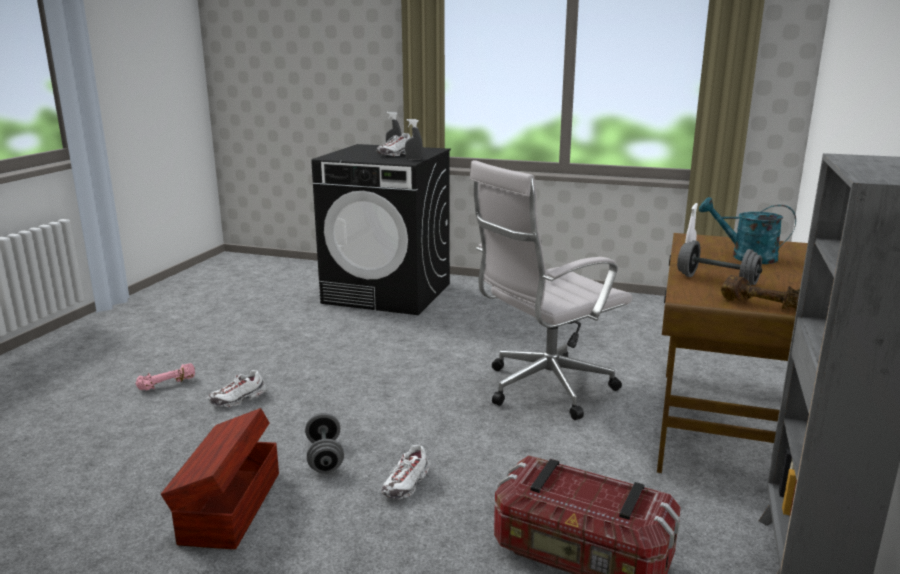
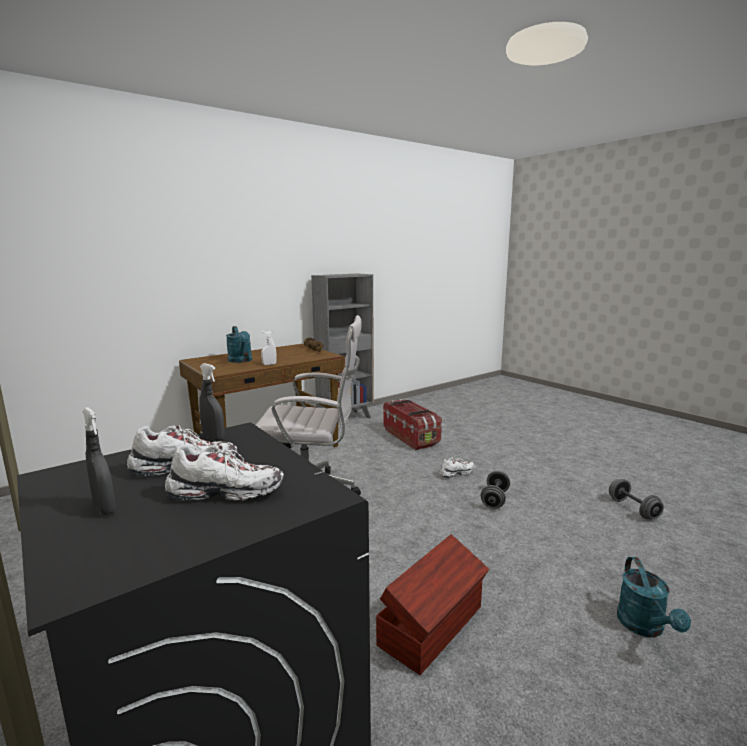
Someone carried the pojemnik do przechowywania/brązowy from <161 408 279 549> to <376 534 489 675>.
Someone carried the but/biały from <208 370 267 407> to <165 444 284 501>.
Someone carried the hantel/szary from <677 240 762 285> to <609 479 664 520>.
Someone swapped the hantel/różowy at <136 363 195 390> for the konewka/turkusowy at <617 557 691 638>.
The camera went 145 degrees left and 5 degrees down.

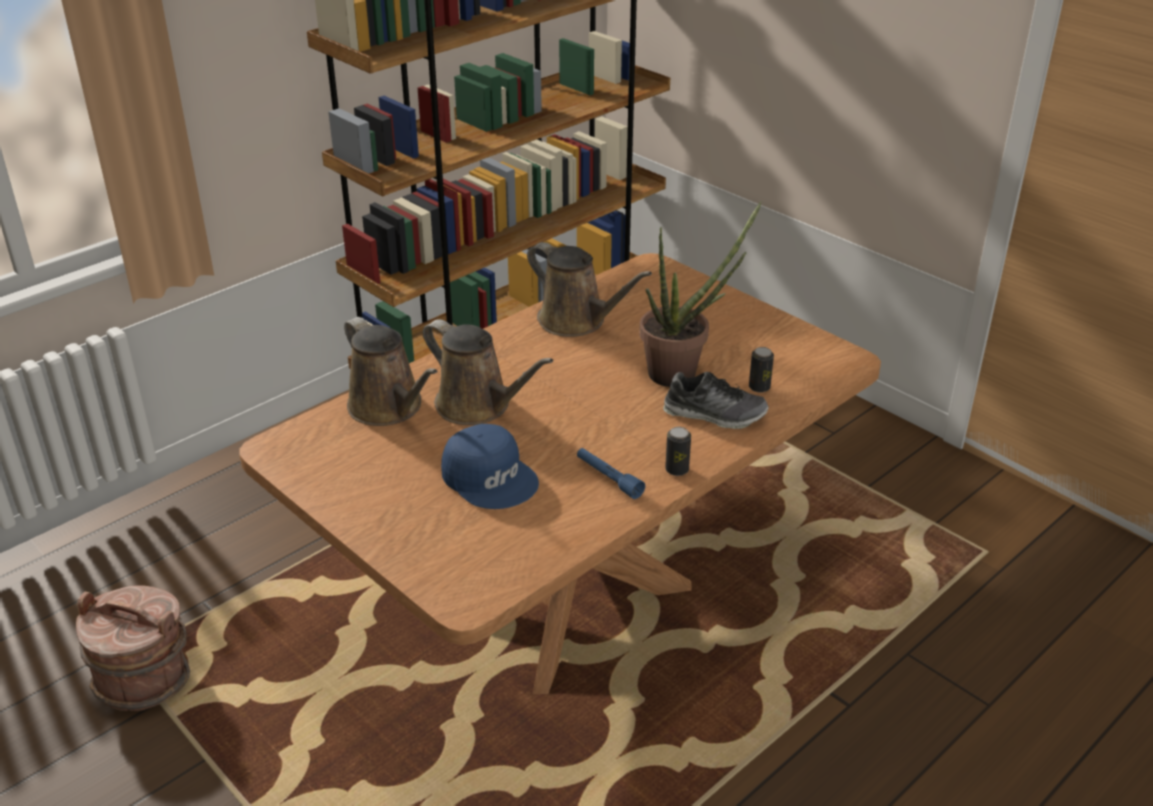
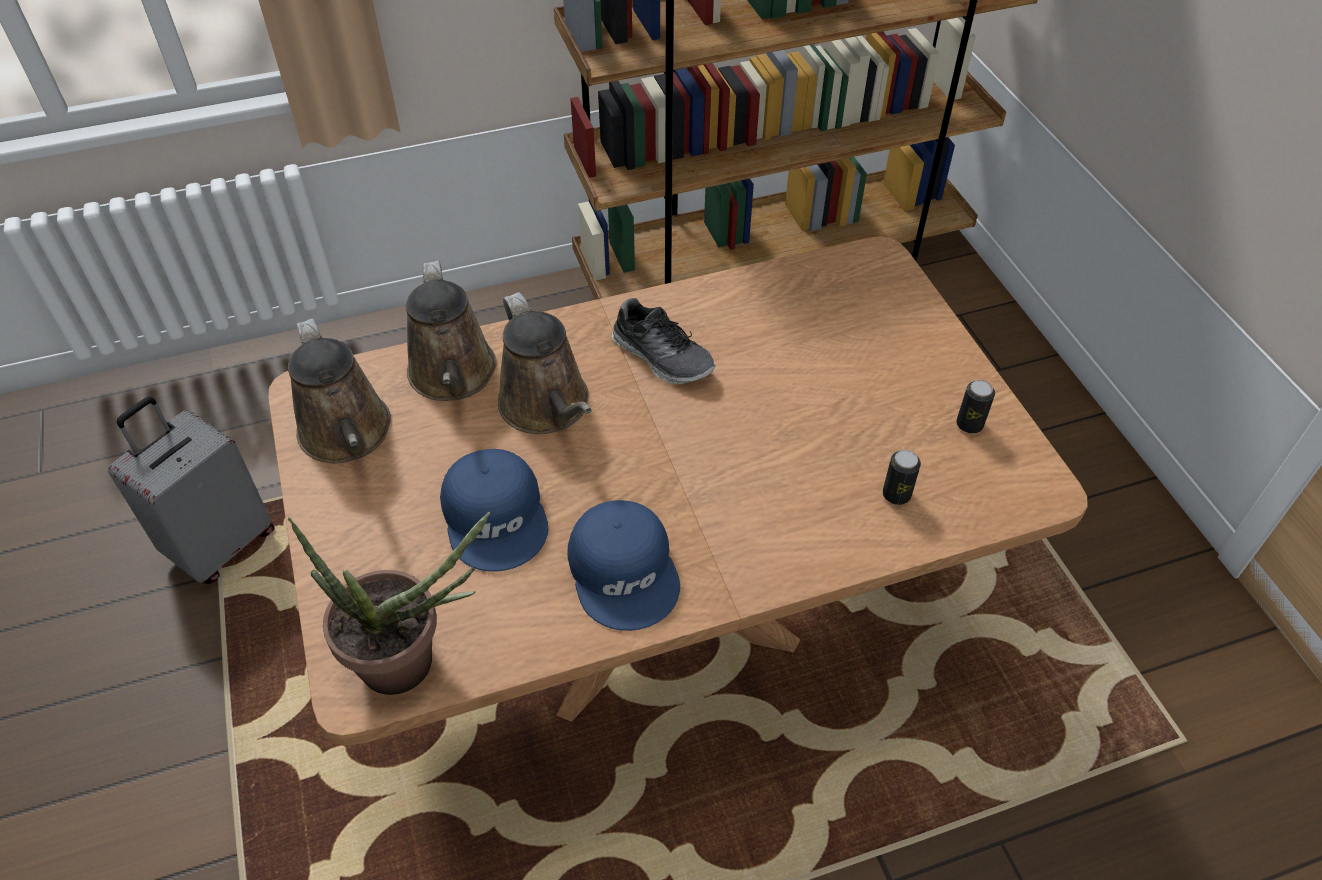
Someone carried the konewka/brązowy from <527 242 652 337> to <288 318 391 463>.
Someone carried the roślina doniczkowa from <639 201 762 387> to <288 512 490 695>.
Someone carried the but from <663 372 769 429> to <611 298 716 384>.
Someone carried the puszka from <665 427 691 476> to <956 380 995 433>.
Someone swapped the wiadro/brązowy at <76 586 190 711> for the walizka/szary at <108 396 275 584>.
Someone swapped the latarka/niebieski at <577 448 645 499> for the czapka z daszkiem/niebieski at <568 500 680 631>.
The camera went 25 degrees right and 15 degrees up.

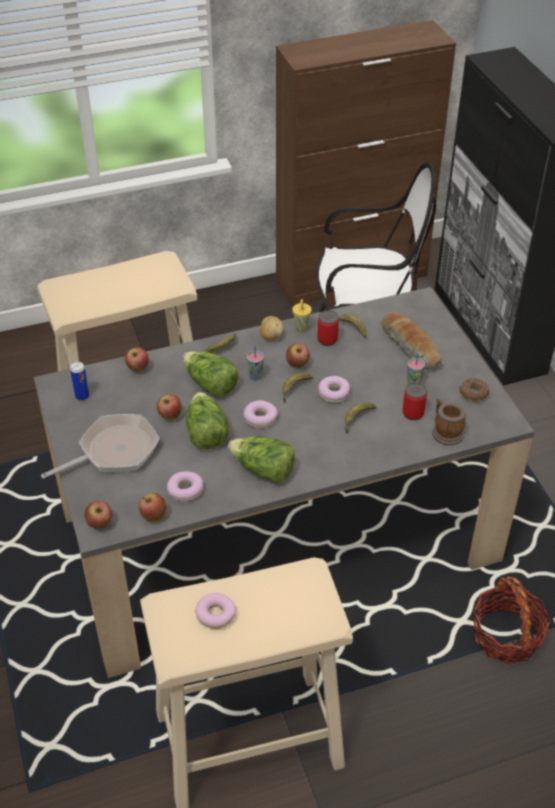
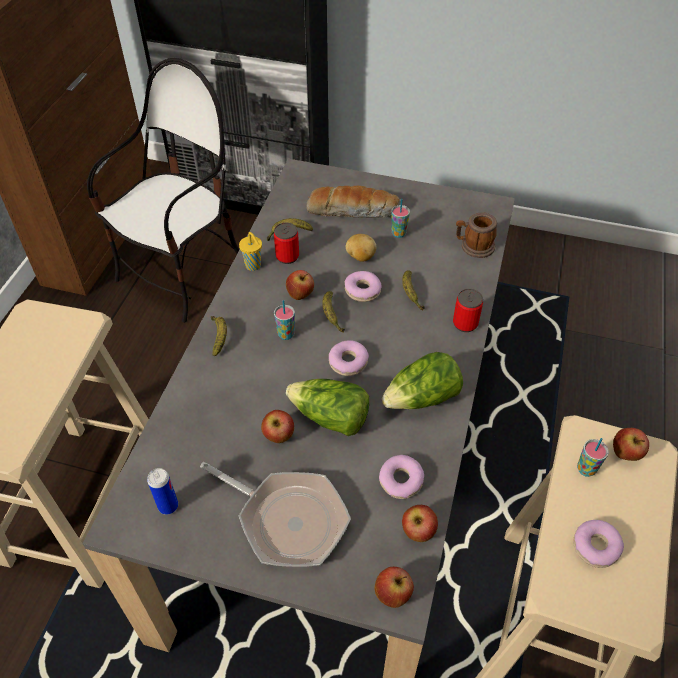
Someone took away the sałata at <183 351 239 397>.
Someone took away the donut at <460 378 490 402>.
Someone took away the koszyk at <472 576 551 664>.
Someone put down the filiżanka at <577 438 609 477>.
Someone carried the jabłko from <125 347 149 372> to <613 428 649 461>.
Someone carried the ziemniak from <260 316 283 340> to <346 234 377 262>.
Someone carried the puszka from <402 383 427 420> to <453 289 483 332>.
Someone rotated the patelnia at <41 414 160 479> by 120 degrees clockwise.
The camera went 55 degrees left and 5 degrees up.

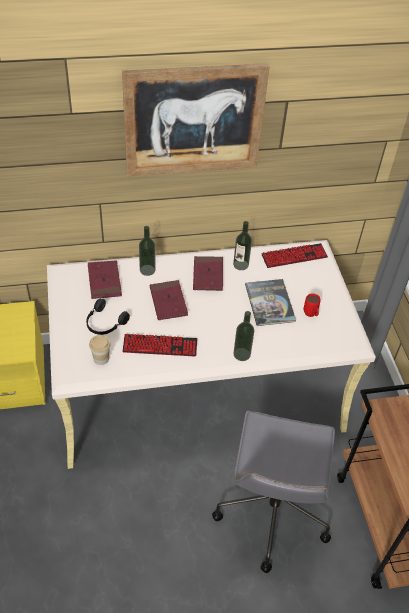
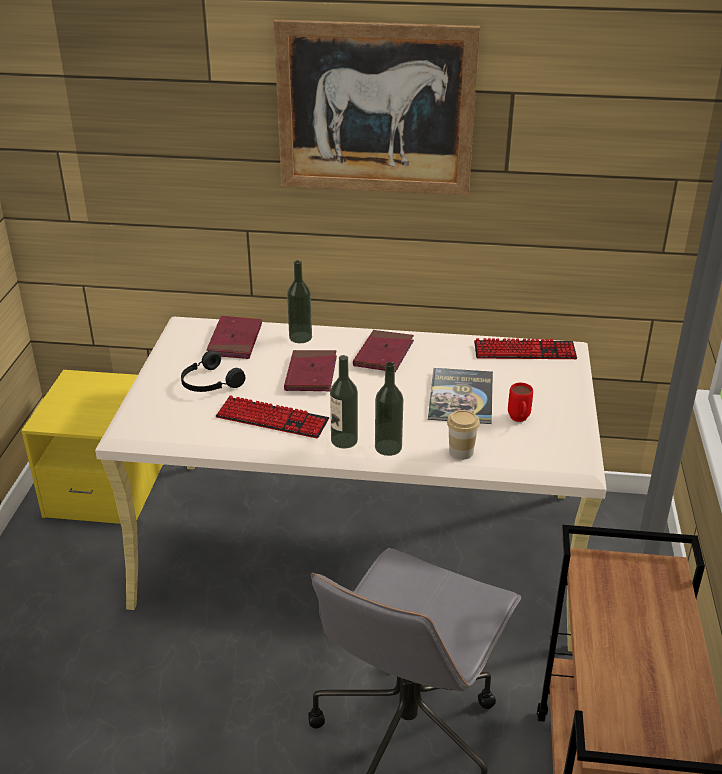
Someone carried the filiżanka from <89 335 111 365> to <447 410 480 460>.
Someone carried the butelka from <233 221 252 270> to <330 355 358 448>.
The camera went 20 degrees right and 15 degrees down.

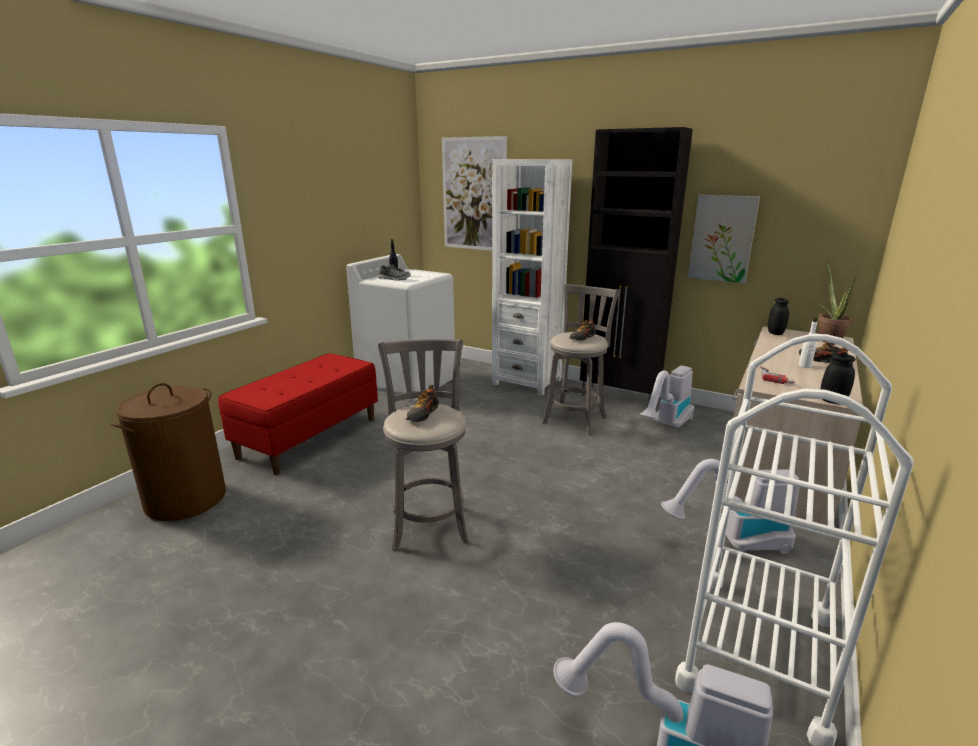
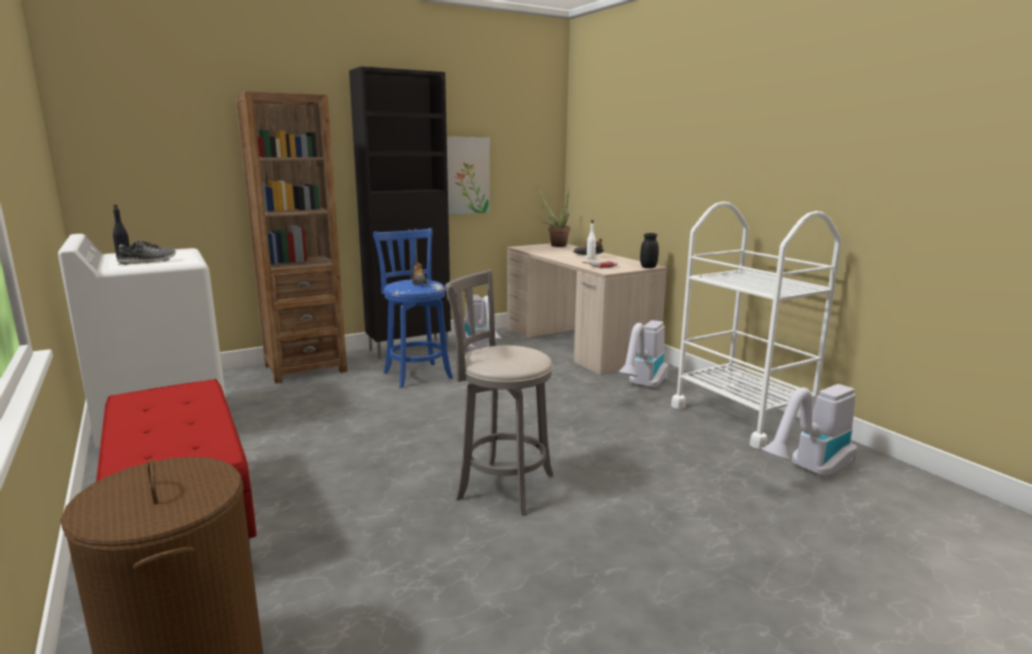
Someone took away the but at <406 385 439 422>.
Someone took away the obraz at <442 136 507 251>.
Someone took away the słoik/czarny at <768 298 789 335>.
Someone repainted the regał/biały at <492 159 572 395>, which became the regał/brązowy at <236 91 347 384>.
Someone repainted the stołek/szary at <542 284 620 435>, which became the stołek/niebieski at <373 228 453 388>.
The camera went 60 degrees left and 5 degrees down.

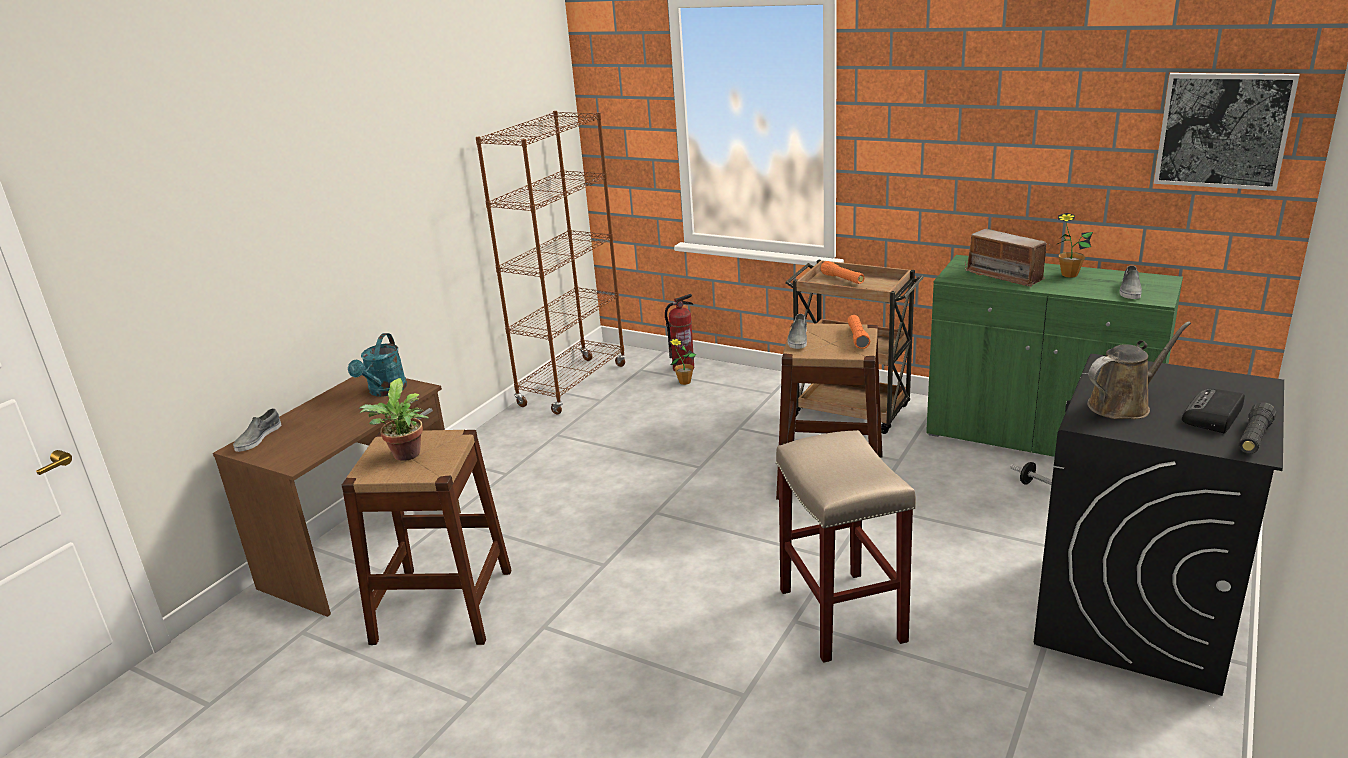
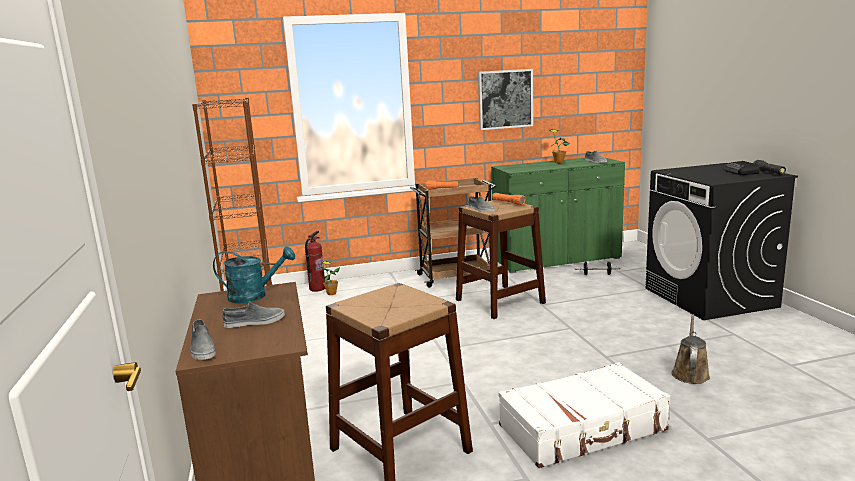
Someone took away the roślina doniczkowa at <359 378 429 461>.
Someone took away the stołek/beżowy at <776 430 916 663>.
Someone took away the radio at <965 229 1050 287>.
Someone put down the but/szary at <222 301 285 328>.
Someone put down the walizka/biały at <499 362 670 468>.
Someone carried the konewka/brązowy from <1087 322 1191 419> to <671 314 710 384>.
Someone carried the obraz from <1154 73 1299 191> to <478 69 533 130>.
Someone rotated the konewka/turkusowy at <348 333 407 397> by 60 degrees counterclockwise.
The camera went 45 degrees left and 10 degrees down.

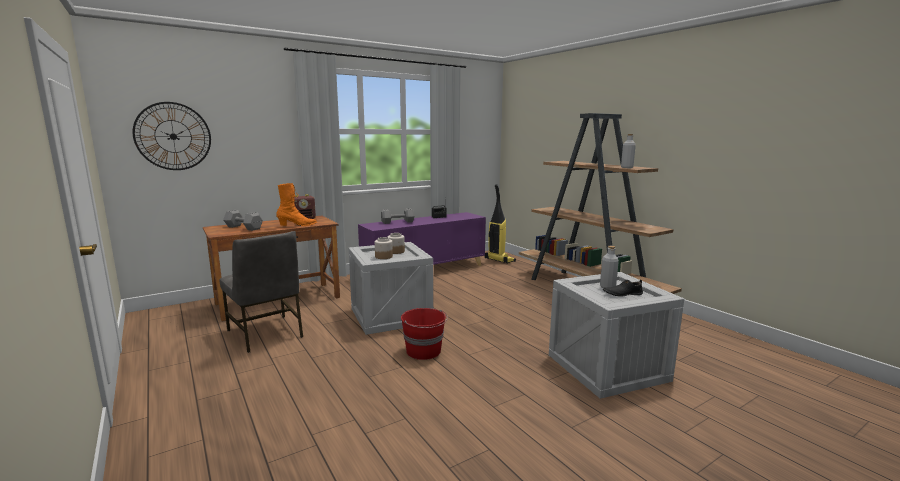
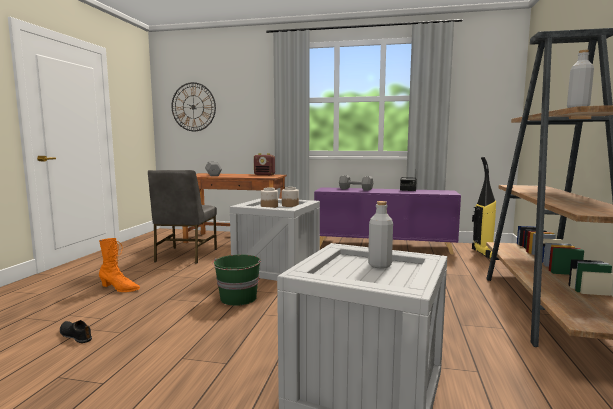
Someone carried the but z cholewką/pomarańczowy from <276 183 317 226> to <99 238 140 292>.
Someone carried the but/czarny from <603 280 643 297> to <60 320 92 343>.
Someone repainted the wiadro/czerwony at <401 308 448 360>, which became the wiadro/zielony at <212 255 261 306>.
The camera went 45 degrees right and 5 degrees down.

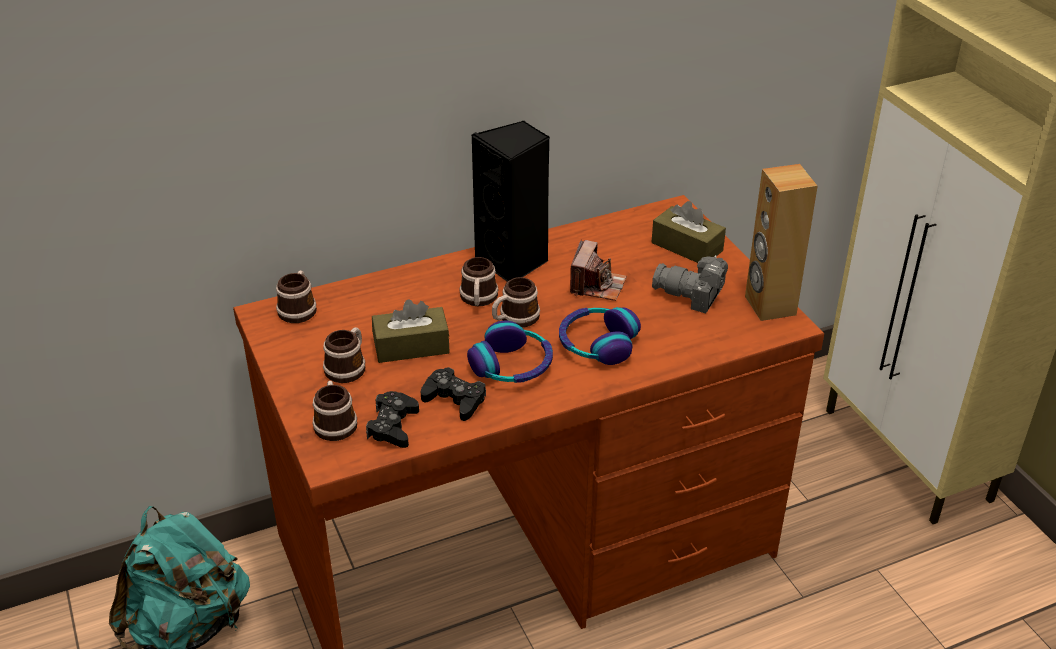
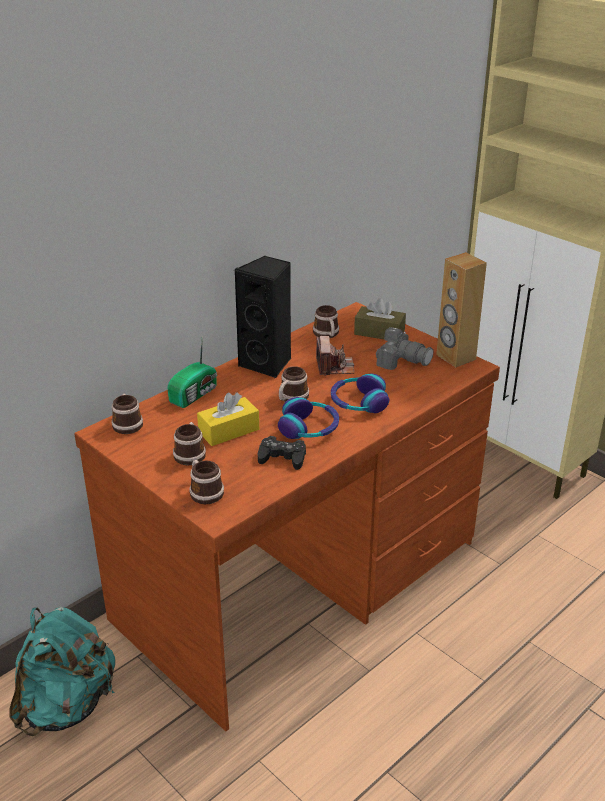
Someone took away the pad do gier/czarny at <366 391 419 448>.
Someone put down the radio at <167 335 217 408>.
Someone carried the kubek from <459 257 498 306> to <313 305 339 338>.
Someone repainted the pudełko chusteczek/brązowy at <372 299 450 363>, which became the pudełko chusteczek/żółty at <197 393 259 446>.
Someone rotated the aparat fotograficzny at <652 255 728 313> by 150 degrees counterclockwise.
The camera went 20 degrees left and 5 degrees down.

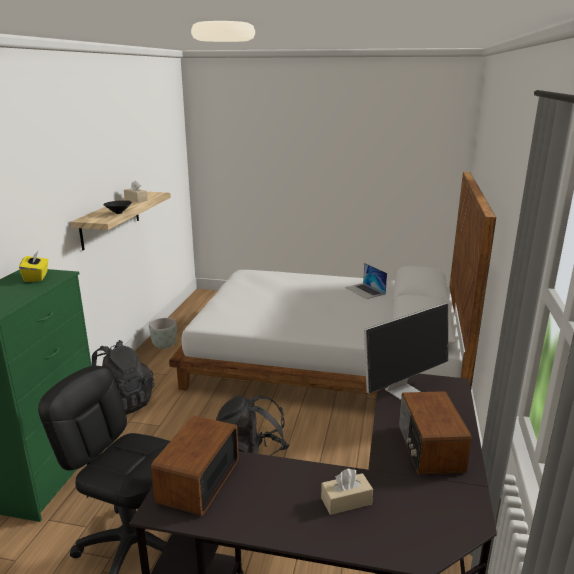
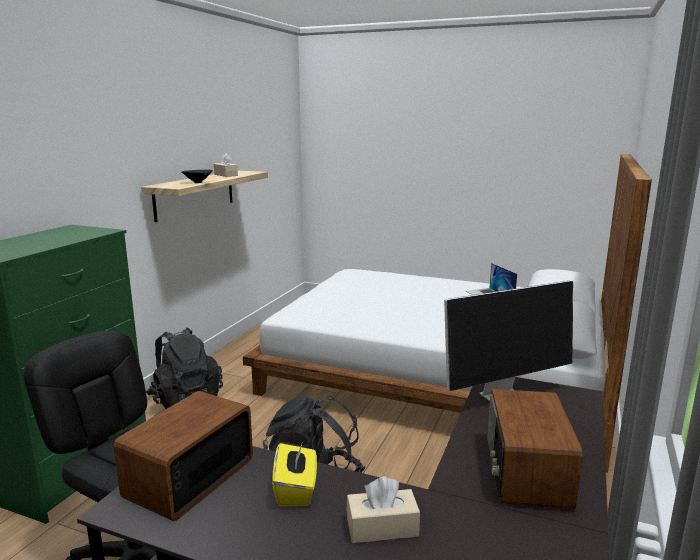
Someone took away the donica/szary at <149 318 177 349>.
Someone carried the pudełko chusteczek/żółty from <19 251 48 282> to <272 441 317 506>.
The camera went 10 degrees right and 5 degrees down.

